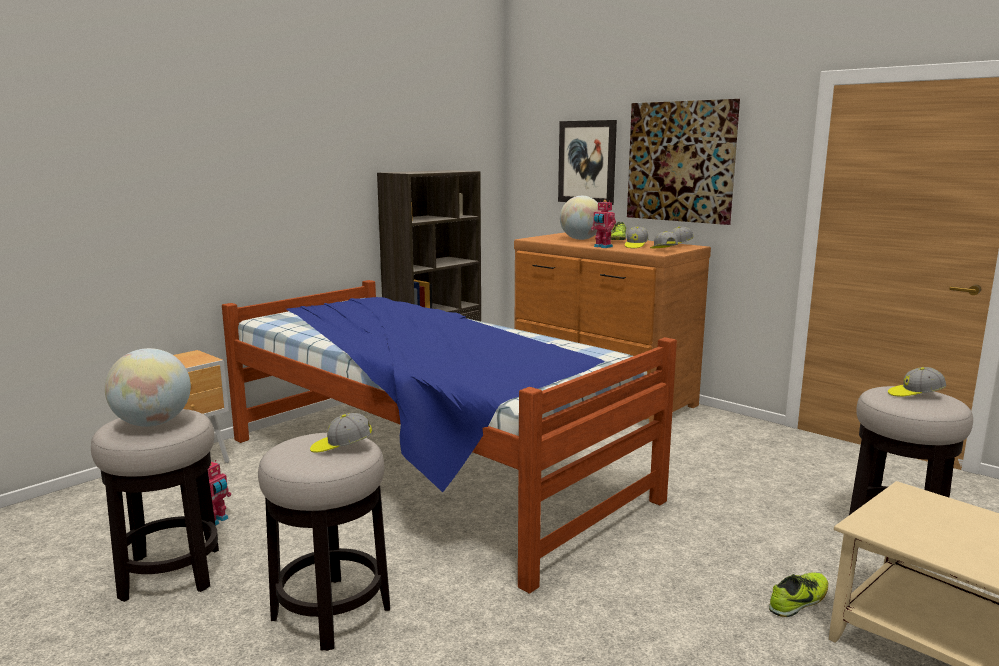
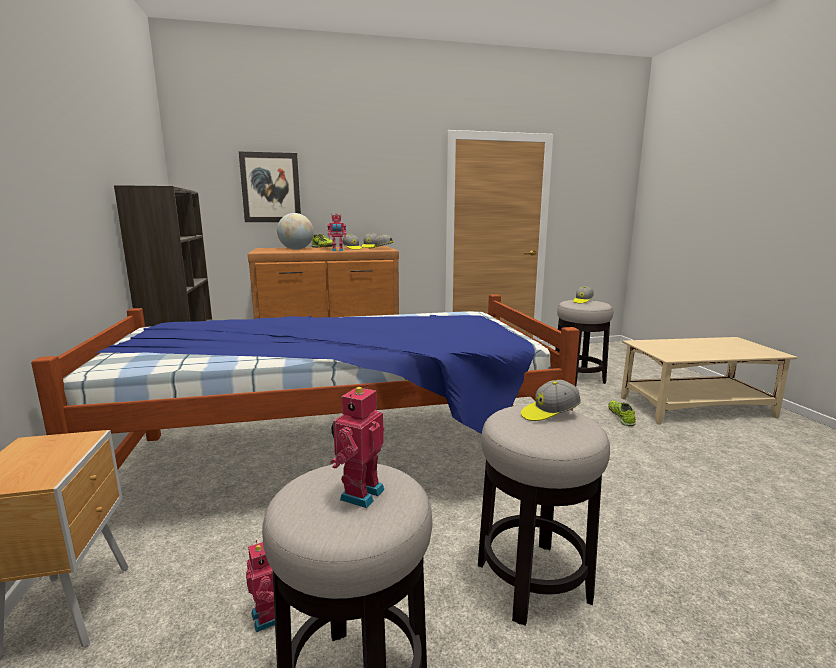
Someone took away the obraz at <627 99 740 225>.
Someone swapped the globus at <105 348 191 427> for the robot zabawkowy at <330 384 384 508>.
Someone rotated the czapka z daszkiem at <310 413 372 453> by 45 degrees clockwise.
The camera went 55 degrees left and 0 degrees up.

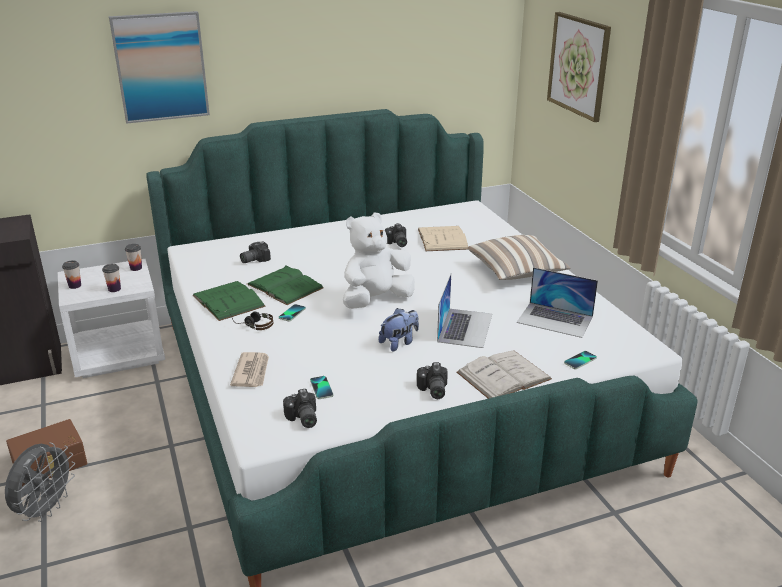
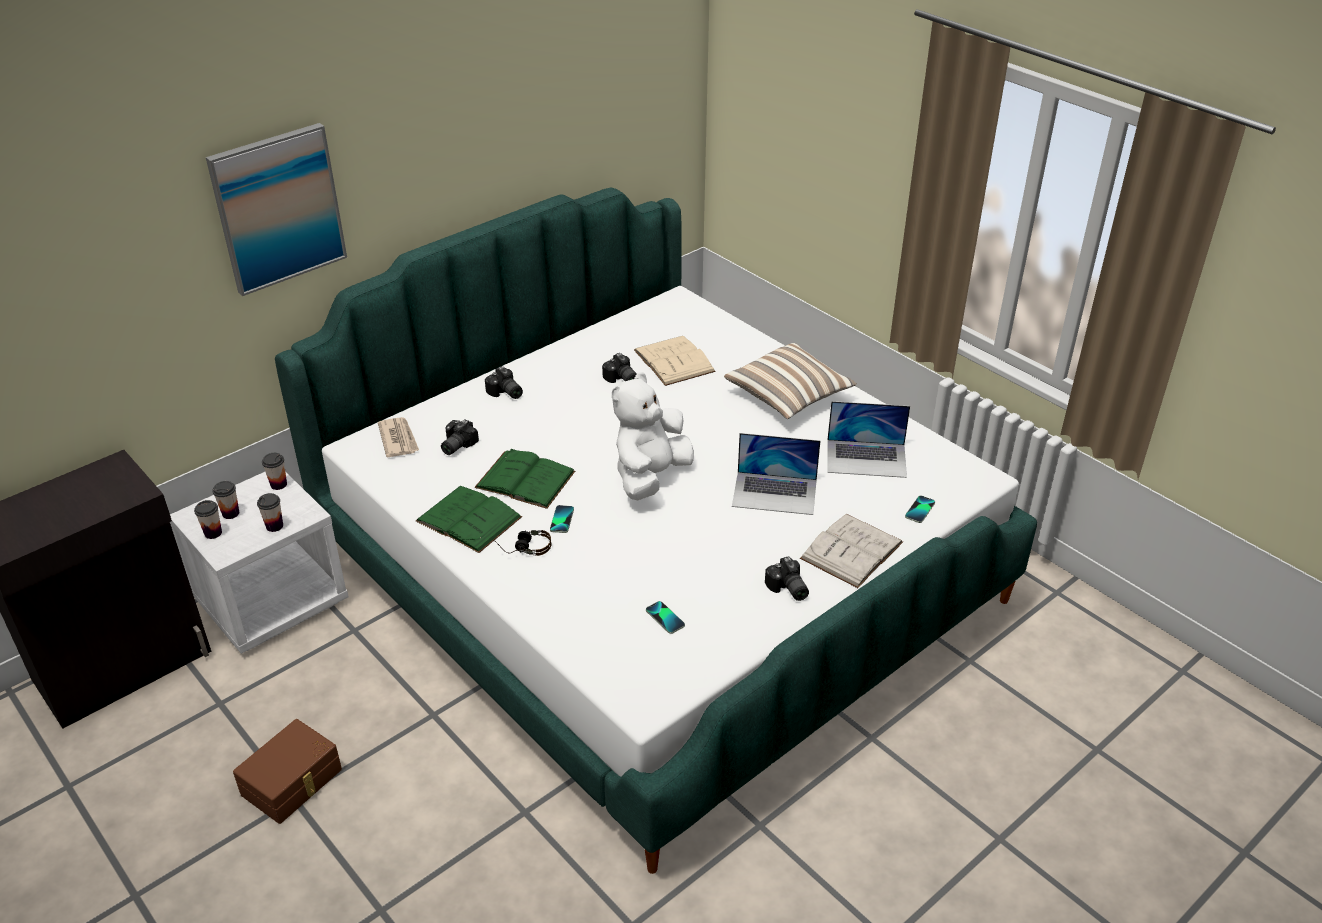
Someone took away the wentylator/szary at <5 443 75 522>.
Someone took away the pluszak at <379 308 419 352>.
Someone took away the obraz at <547 12 611 122>.
Someone put down the filiżanka at <213 481 239 519>.
Someone carried the gazeta from <230 352 269 387> to <378 417 419 457>.
Someone carried the aparat fotograficzny from <283 389 317 428> to <485 366 523 399>.
Someone rotated the laptop at <437 274 492 348> by 105 degrees clockwise.
The camera went 20 degrees left and 10 degrees up.

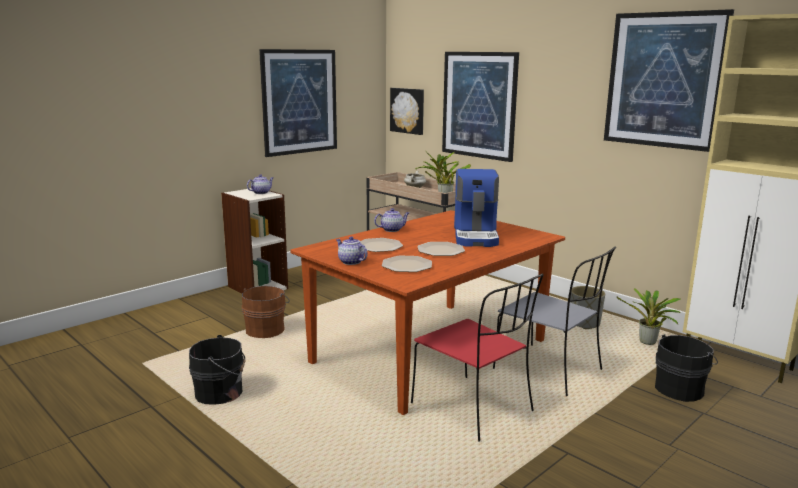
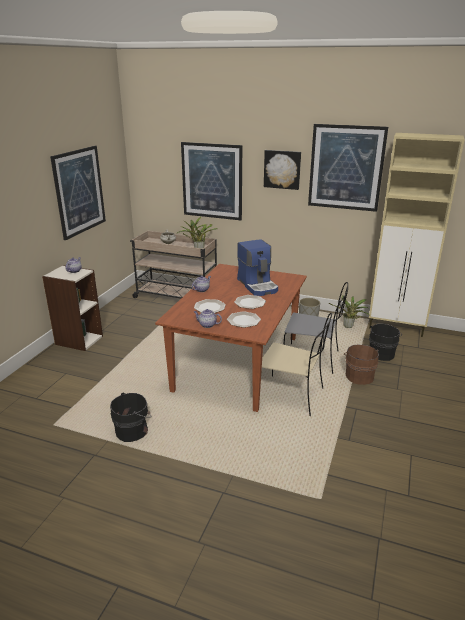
Someone carried the wiadro/brązowy from <242 286 290 338> to <344 344 379 385>.
Someone carried the obraz from <390 88 424 135> to <264 150 301 190>.
Someone repainted the krzesło/czerwony at <411 273 544 442>, which became the krzesło/beżowy at <262 313 332 416>.
The camera went 25 degrees left and 10 degrees up.

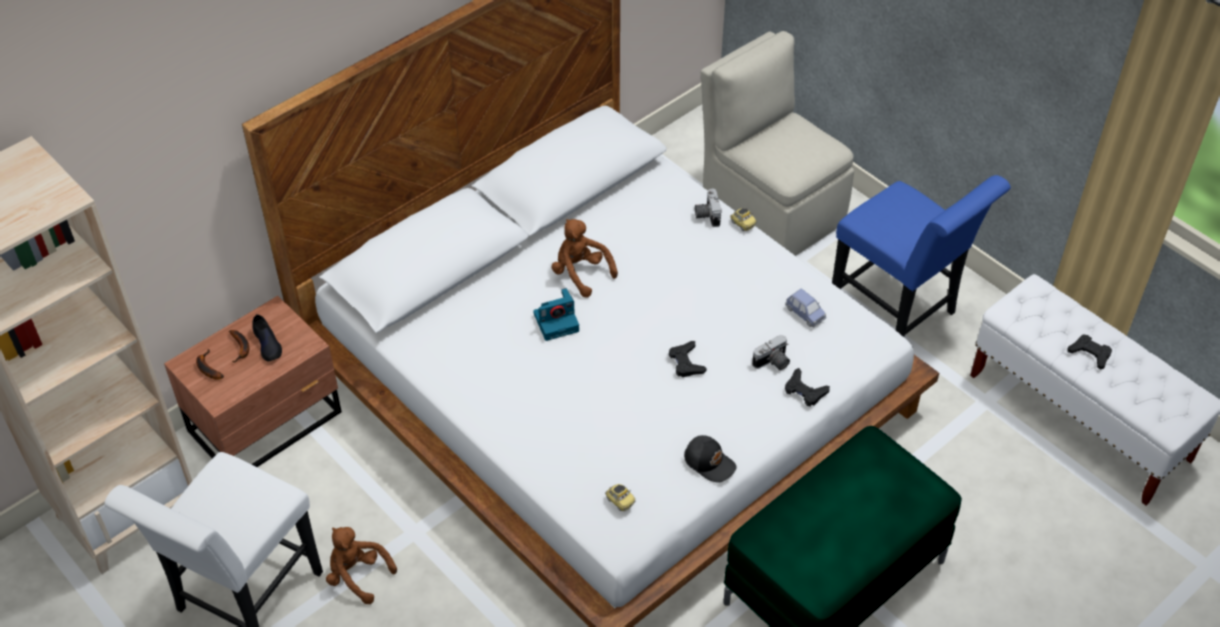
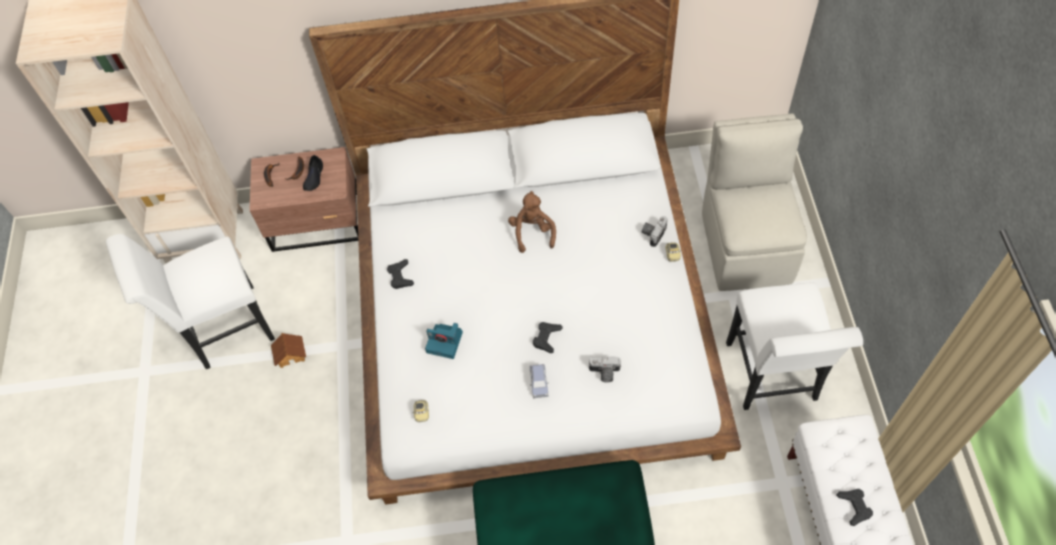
Someone took away the czapka z daszkiem/czarny at <684 435 737 482>.
Someone carried the aparat fotograficzny from <533 288 579 341> to <425 323 463 359>.
Someone carried the samochodzik/niebieski from <785 289 827 327> to <530 364 549 398>.
Someone carried the pad do gier/czarny from <785 368 830 406> to <387 259 414 289>.
Someone swapped the pluszak/brązowy at <326 527 397 604> for the domek at <271 333 306 368>.
Someone repainted the krzesło/niebieski at <832 175 1011 337>, which became the krzesło/biały at <726 283 863 410>.
The camera went 40 degrees right and 10 degrees up.

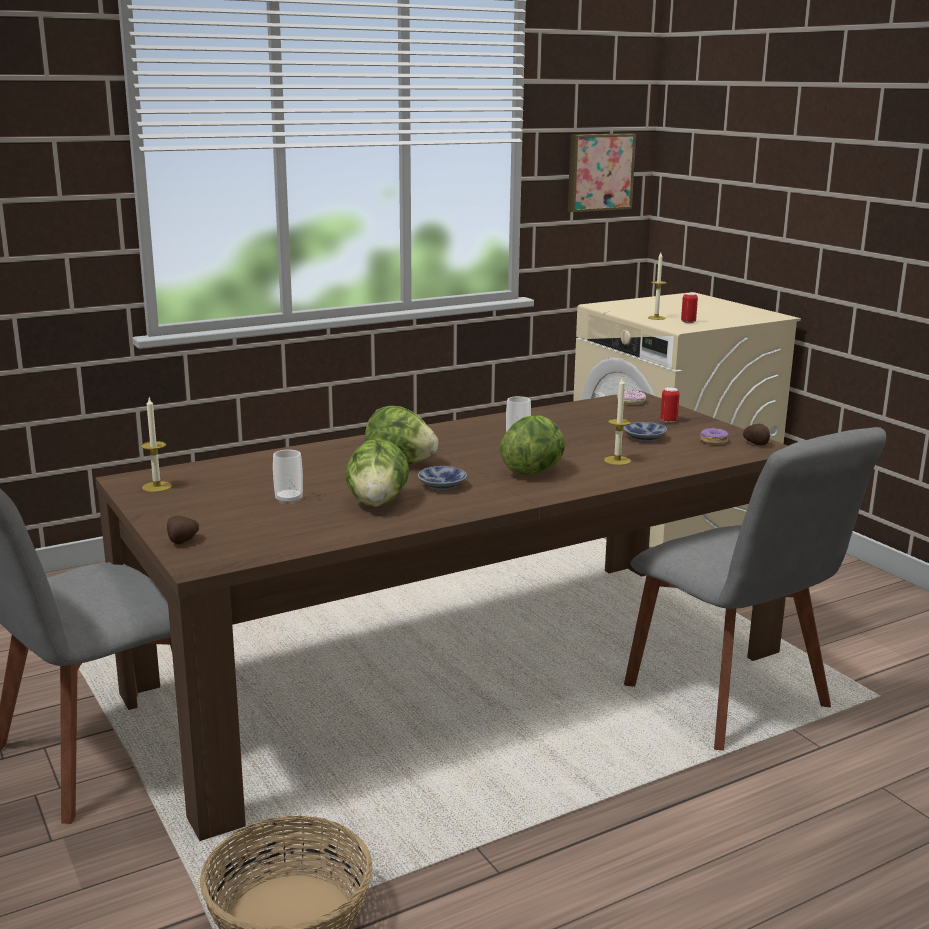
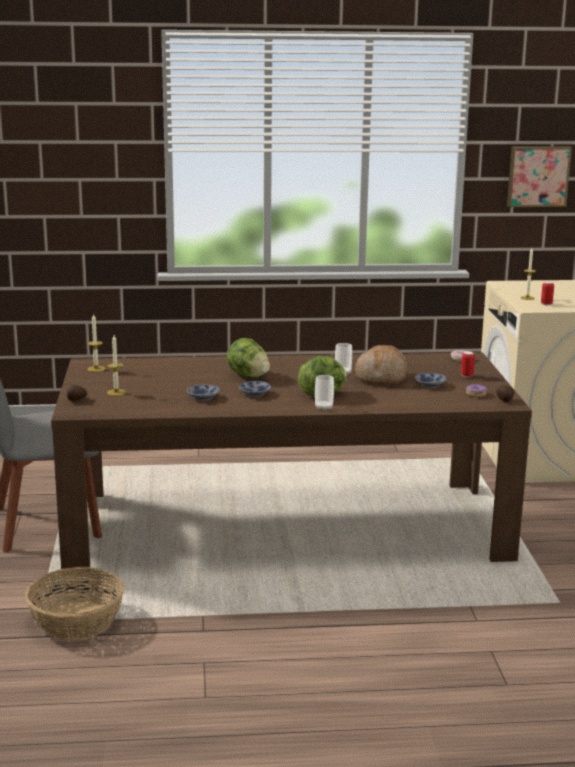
Someone took away the krzesło/szary at <624 427 886 751>.
Someone put down the chleb at <355 345 407 385>.
Someone carried the filiżanka from <273 450 303 504> to <315 375 334 411>.
Someone carried the świeca from <604 378 631 465> to <107 335 126 396>.
Someone swapped the sałata at <345 438 409 507> for the miska at <187 385 220 401>.
The camera went 25 degrees right and 0 degrees up.

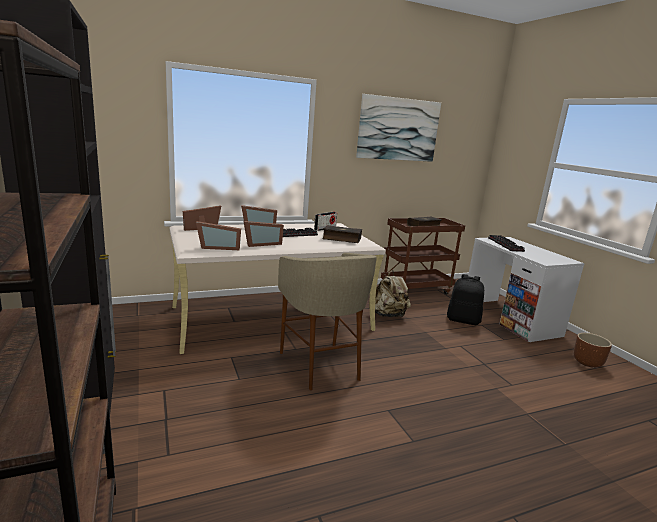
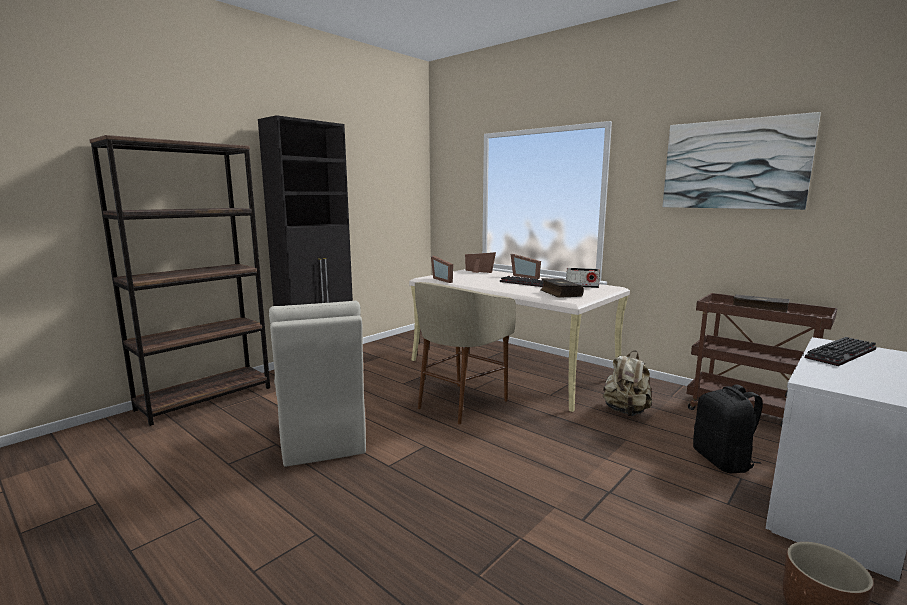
Someone took away the ramka na zdjęcie at <243 221 284 247>.
Someone put down the krzesło/beżowy at <269 301 366 467>.
The camera went 65 degrees right and 5 degrees down.

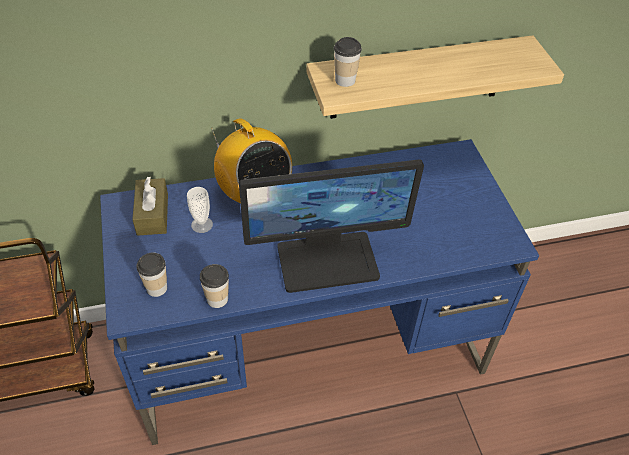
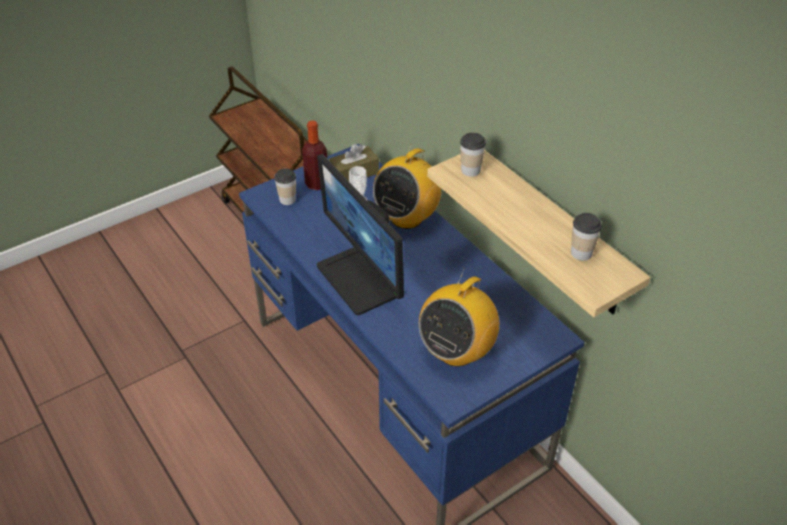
Someone put down the butelka at <302 120 327 190>.
Someone put down the radio at <419 268 499 367>.
Someone carried the filiżanka from <200 264 229 308> to <571 213 602 261>.
The camera went 70 degrees right and 5 degrees down.

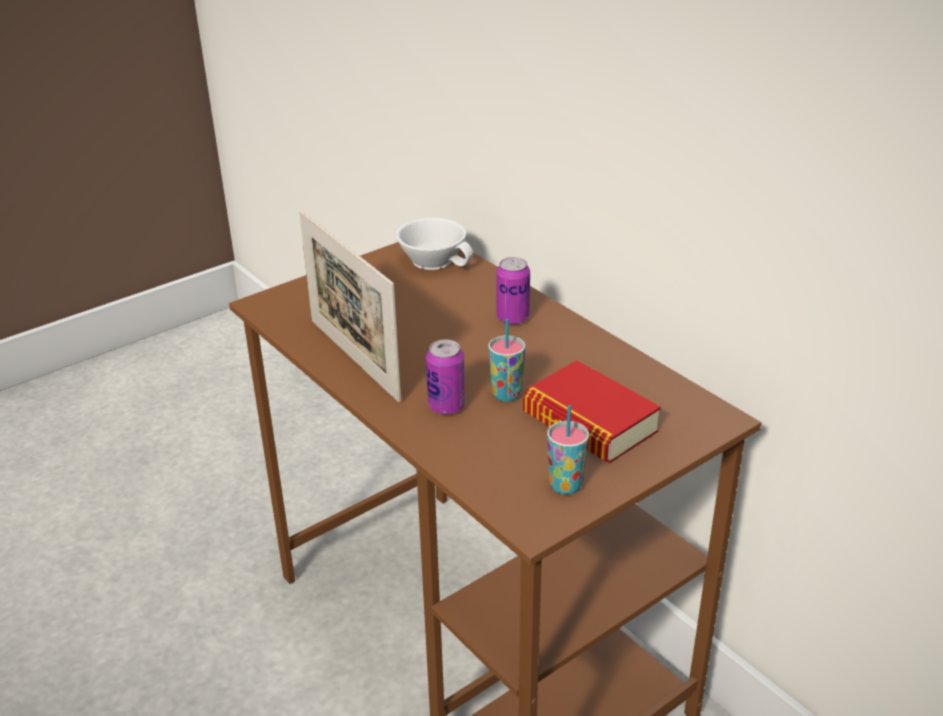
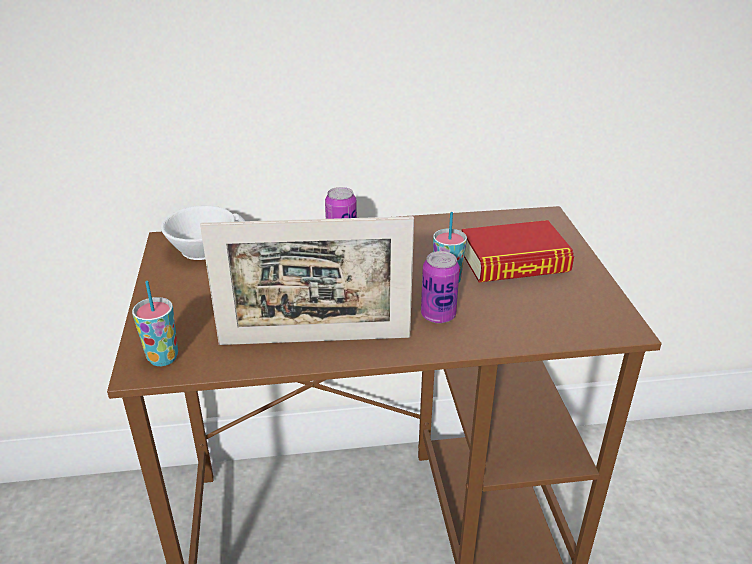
Someone carried the filiżanka from <547 405 589 495> to <132 281 178 366>.
The camera went 60 degrees left and 0 degrees up.

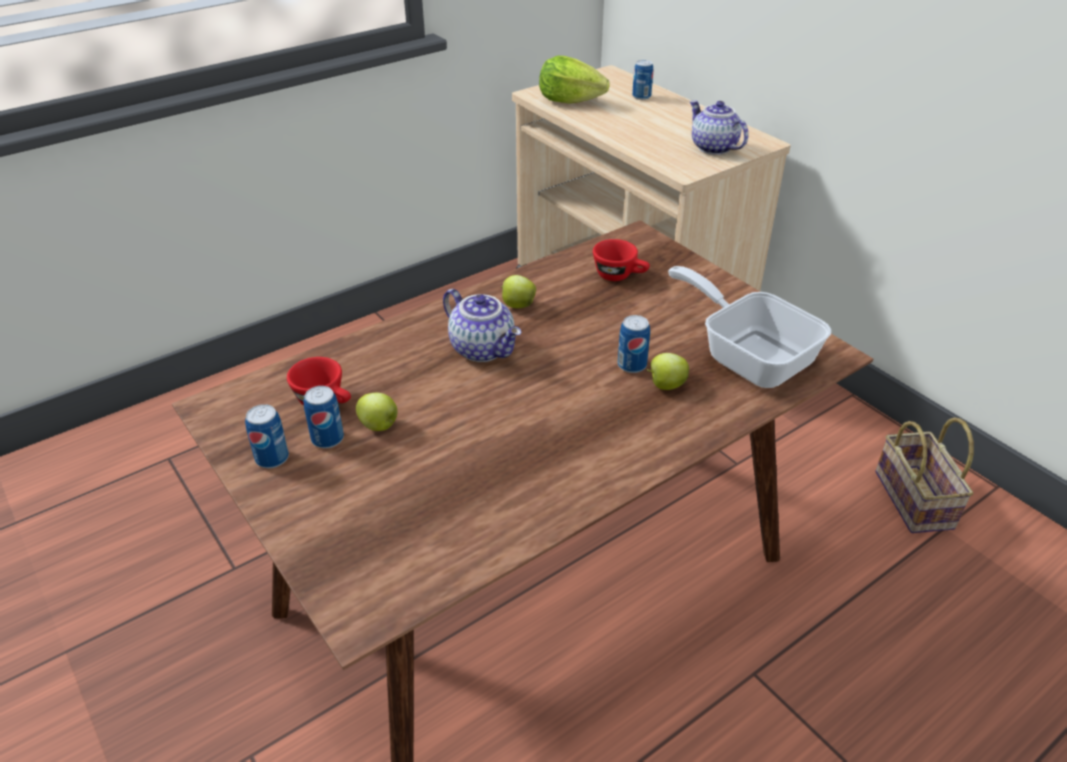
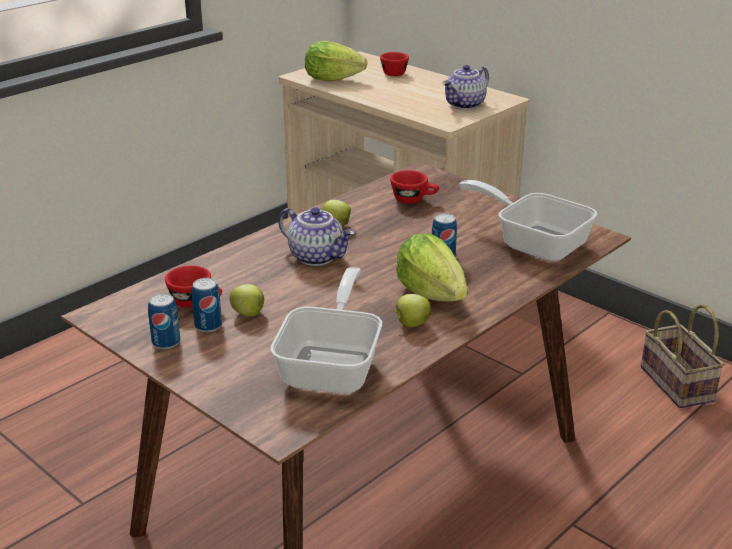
Someone put down the patelnia at <270 267 382 394>.
Someone put down the sałata at <396 233 468 302>.
Someone carried the jabłko from <646 353 689 390> to <393 294 431 327>.
Someone swapped the puszka at <632 60 653 100> for the filiżanka/czerwony at <380 52 409 76>.
Someone rotated the imbryk at <689 101 748 155> by 90 degrees counterclockwise.
The camera went 10 degrees left and 10 degrees down.

